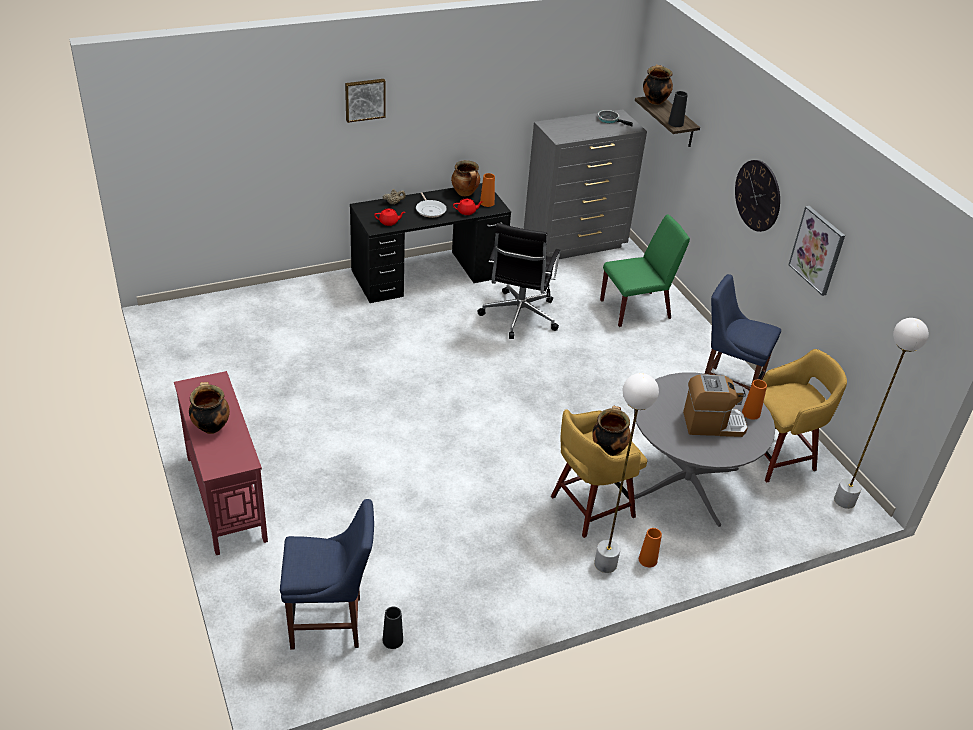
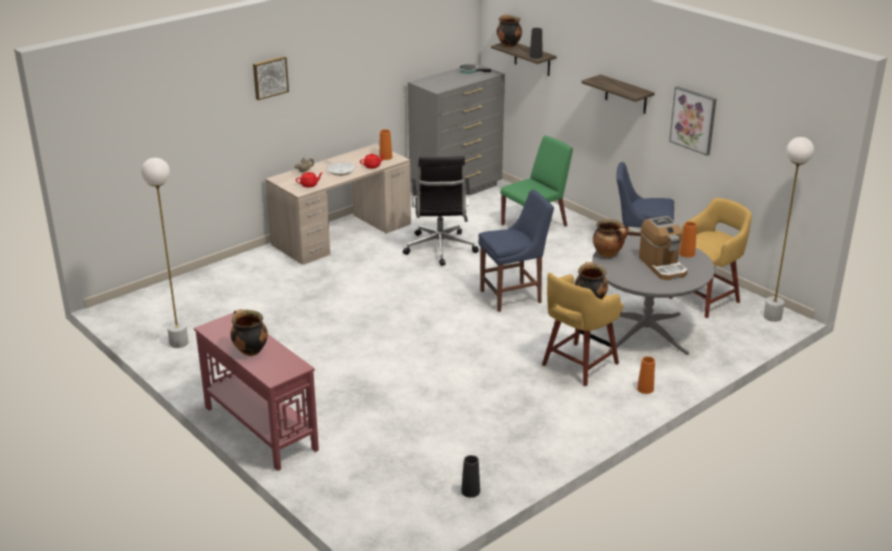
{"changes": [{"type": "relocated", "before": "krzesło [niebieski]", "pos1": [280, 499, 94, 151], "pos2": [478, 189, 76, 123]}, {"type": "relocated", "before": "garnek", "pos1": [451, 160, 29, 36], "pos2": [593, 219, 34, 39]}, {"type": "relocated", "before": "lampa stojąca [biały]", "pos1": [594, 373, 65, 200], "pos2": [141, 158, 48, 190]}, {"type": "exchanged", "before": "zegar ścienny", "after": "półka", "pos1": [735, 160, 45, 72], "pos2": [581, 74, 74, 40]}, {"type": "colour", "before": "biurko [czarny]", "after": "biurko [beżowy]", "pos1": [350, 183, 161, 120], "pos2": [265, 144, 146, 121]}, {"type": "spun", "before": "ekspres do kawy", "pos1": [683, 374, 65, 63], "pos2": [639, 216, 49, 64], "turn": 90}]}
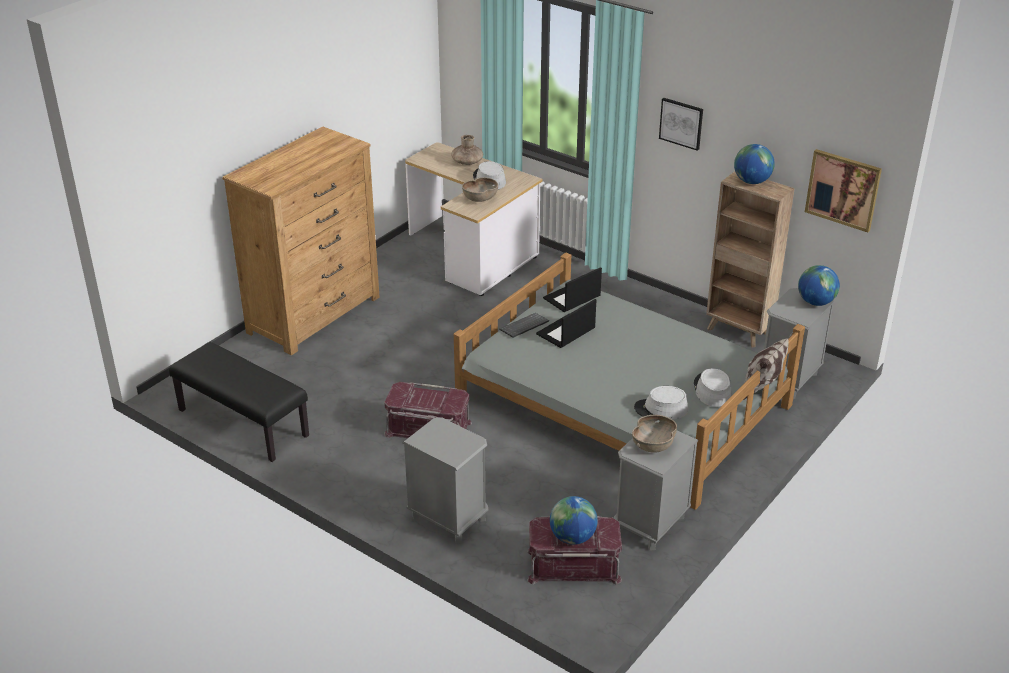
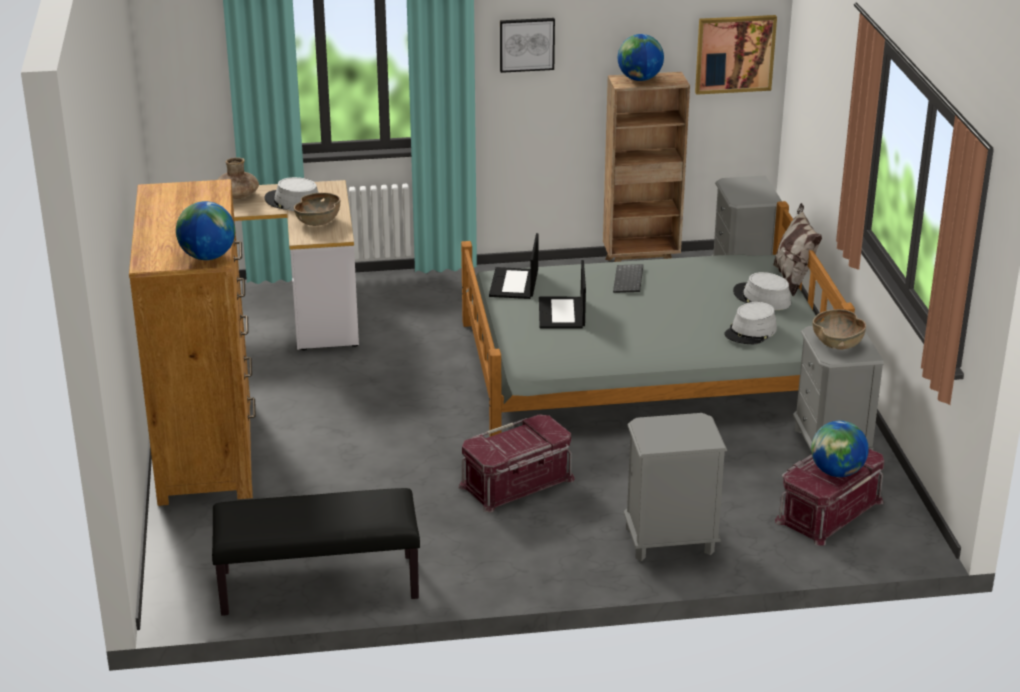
{"changes": [{"type": "relocated", "before": "klawiatura", "pos1": [500, 313, 49, 25], "pos2": [613, 264, 30, 29]}, {"type": "relocated", "before": "globus", "pos1": [798, 265, 42, 41], "pos2": [176, 201, 59, 59]}]}
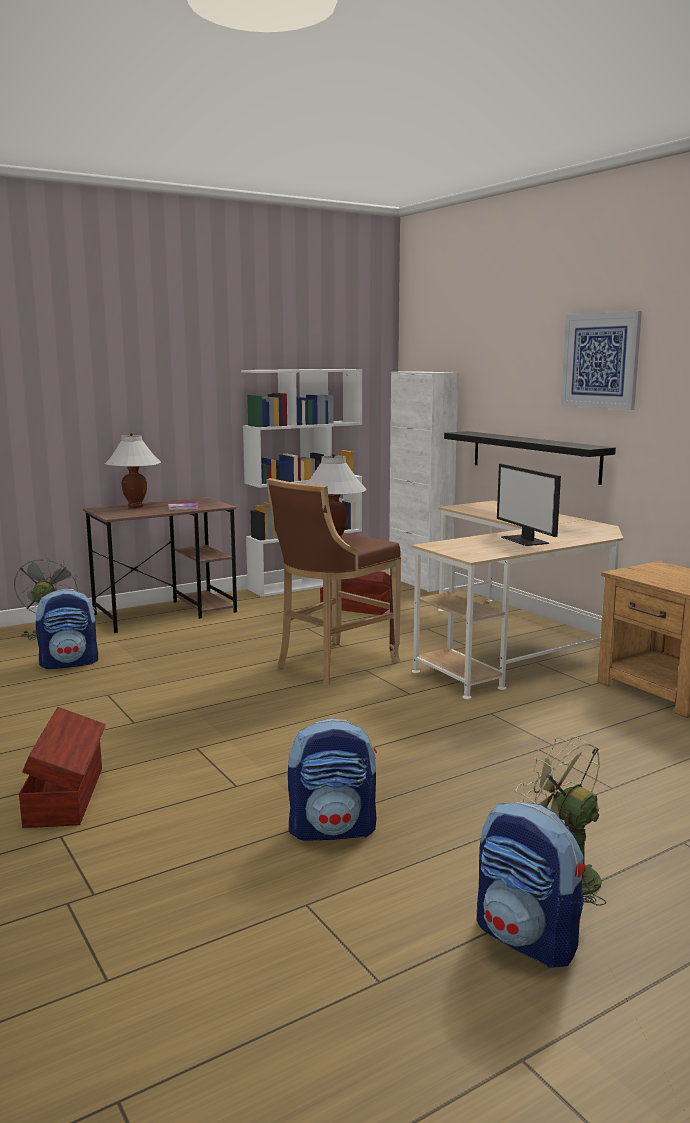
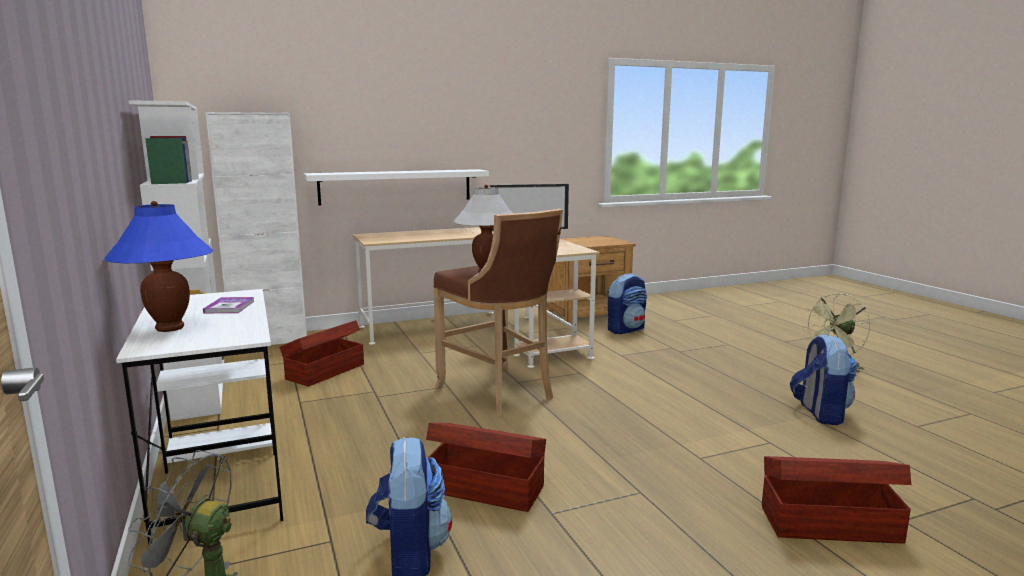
{"changes": [{"type": "missing", "before": "obraz", "pos1": [561, 311, 81, 99]}, {"type": "appeared", "after": "pojemnik do przechowywania [brązowy]", "pos2": [426, 423, 120, 89]}, {"type": "relocated", "before": "plecak", "pos1": [477, 802, 108, 166], "pos2": [608, 273, 39, 61]}, {"type": "colour", "before": "biurko [brązowy]", "after": "biurko [biały]", "pos1": [83, 497, 154, 136], "pos2": [116, 289, 167, 255]}, {"type": "colour", "before": "lampa stołowa [biały]", "after": "lampa stołowa [niebieski]", "pos1": [105, 433, 56, 75], "pos2": [104, 201, 109, 131]}, {"type": "colour", "before": "półka [czarny]", "after": "półka [biały]", "pos1": [444, 431, 172, 54], "pos2": [304, 169, 185, 37]}]}
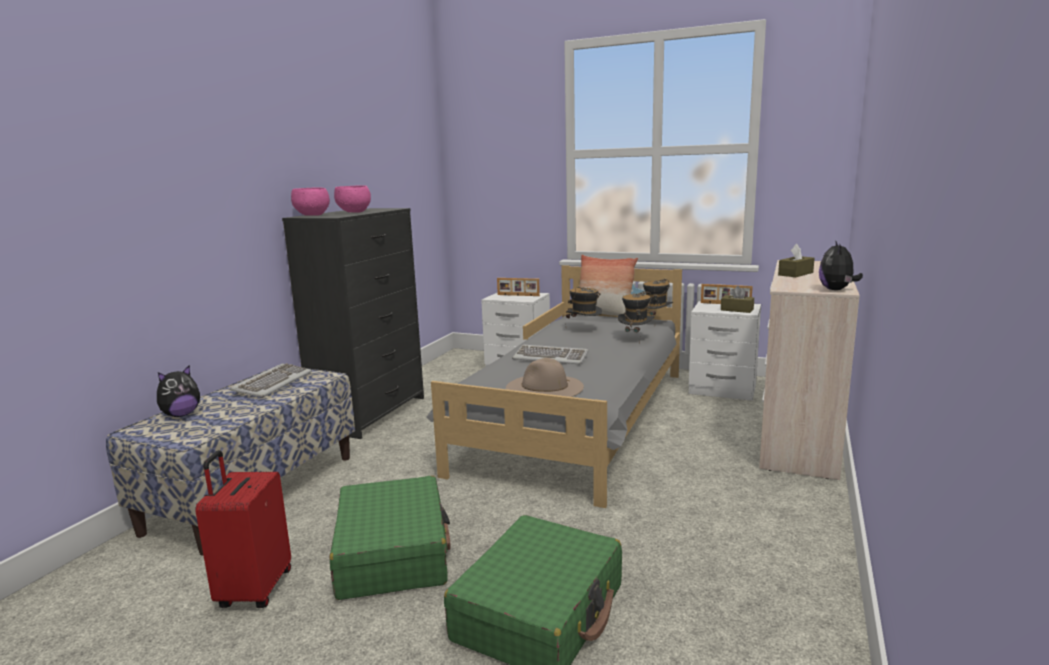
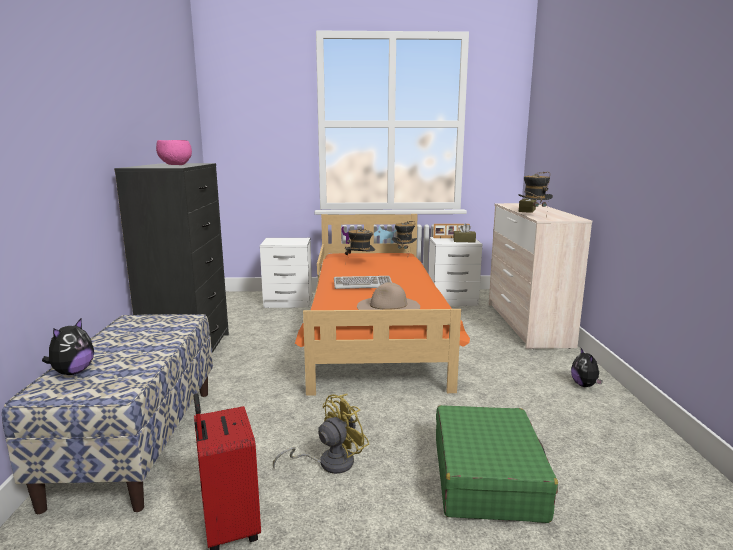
{"changes": [{"type": "missing", "before": "klawiatura", "pos1": [230, 363, 82, 34]}, {"type": "missing", "before": "miska [różowy]", "pos1": [291, 187, 39, 29]}, {"type": "missing", "before": "ramka na zdjęcie", "pos1": [497, 278, 43, 18]}, {"type": "missing", "before": "poduszka", "pos1": [580, 255, 58, 61]}, {"type": "relocated", "before": "kapelusz", "pos1": [617, 291, 38, 54], "pos2": [518, 172, 35, 46]}, {"type": "relocated", "before": "pluszak", "pos1": [819, 240, 44, 50], "pos2": [571, 348, 32, 39]}, {"type": "exchanged", "before": "walizka [zielony]", "after": "wentylator [żółty]", "pos1": [330, 476, 120, 124], "pos2": [273, 394, 96, 80]}, {"type": "colour", "before": "łóżko [szary]", "after": "łóżko [pomarańczowy]", "pos1": [426, 265, 256, 243], "pos2": [295, 214, 175, 182]}]}
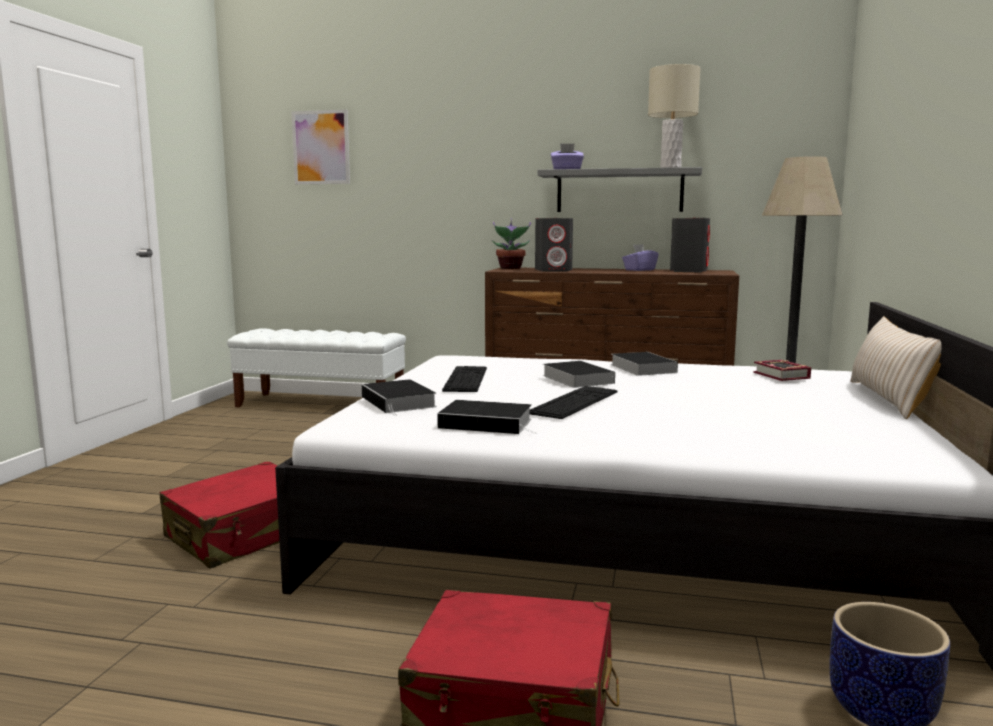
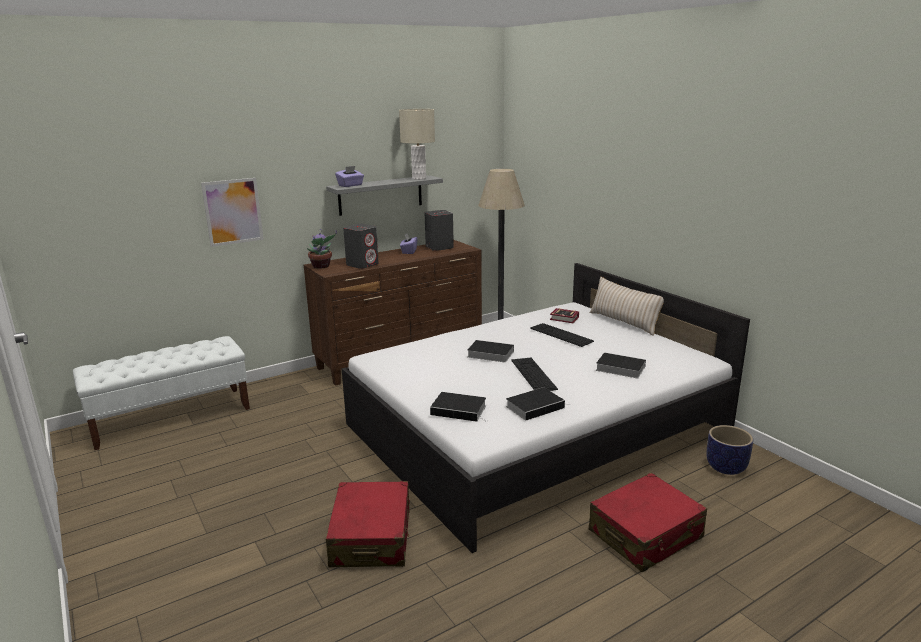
{"changes": [{"type": "relocated", "before": "obraz", "pos1": [292, 110, 58, 74], "pos2": [201, 178, 62, 69]}, {"type": "relocated", "before": "klawiatura", "pos1": [442, 366, 45, 26], "pos2": [530, 323, 64, 24]}, {"type": "relocated", "before": "książka", "pos1": [611, 352, 67, 24], "pos2": [596, 352, 50, 26]}]}
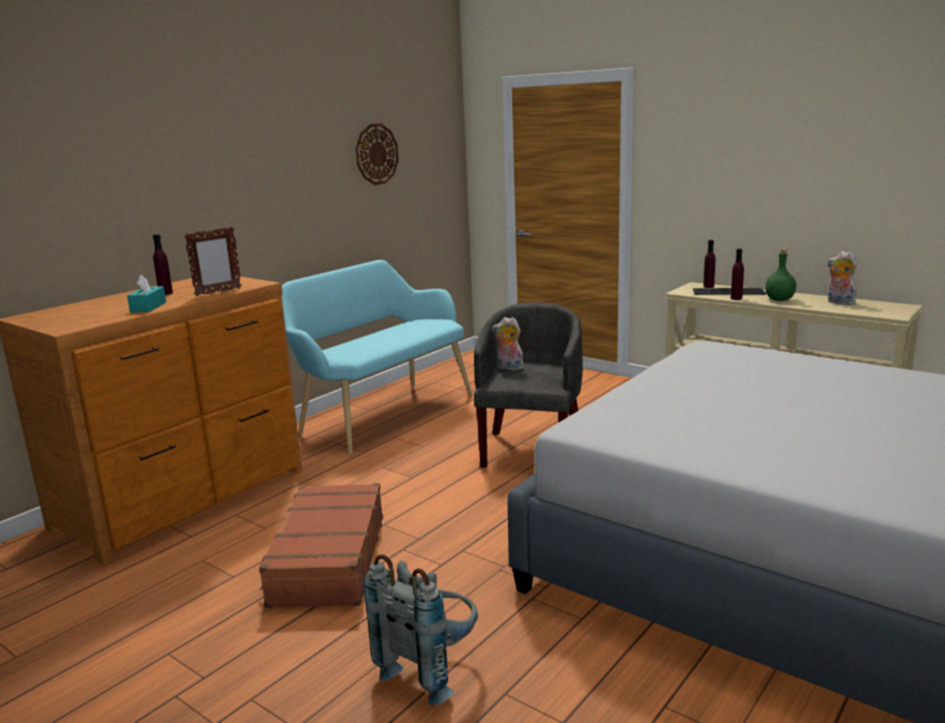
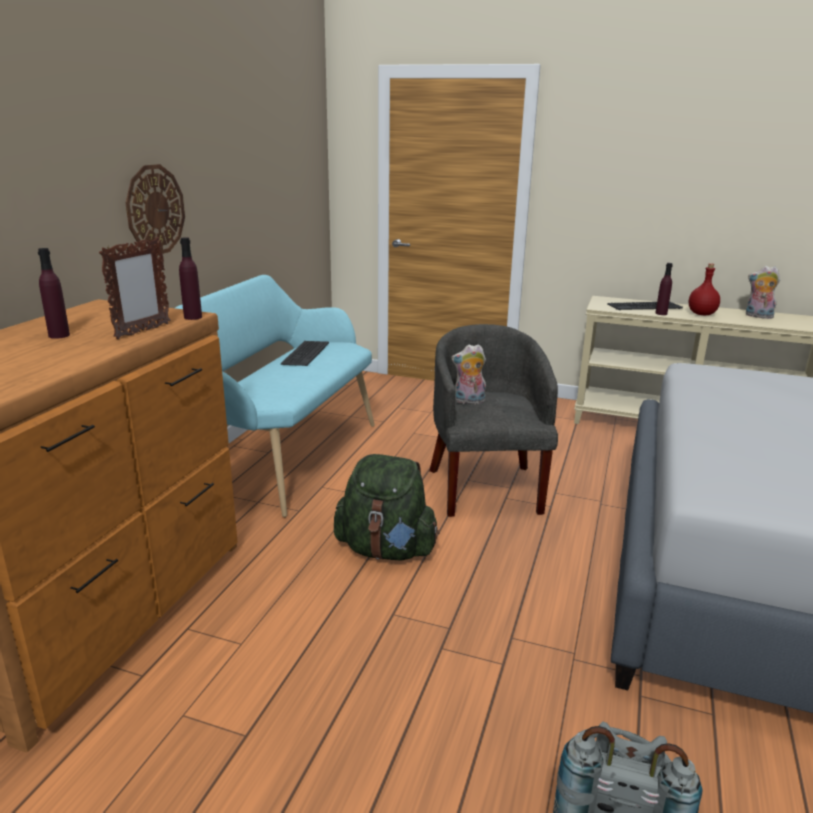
{"changes": [{"type": "missing", "before": "pudełko chusteczek [turkusowy]", "pos1": [127, 275, 39, 37]}, {"type": "missing", "before": "walizka [brązowy]", "pos1": [259, 483, 124, 125]}, {"type": "appeared", "after": "klawiatura", "pos2": [281, 341, 48, 25]}, {"type": "appeared", "after": "plecak [zielony]", "pos2": [334, 454, 105, 107]}, {"type": "relocated", "before": "zegar ścienny", "pos1": [356, 124, 43, 61], "pos2": [126, 164, 59, 90]}, {"type": "relocated", "before": "butelka [fioletowy]", "pos1": [703, 240, 12, 48], "pos2": [179, 237, 23, 83]}, {"type": "colour", "before": "butelka [zielony]", "after": "butelka [czerwony]", "pos1": [765, 249, 31, 52], "pos2": [688, 263, 32, 52]}]}
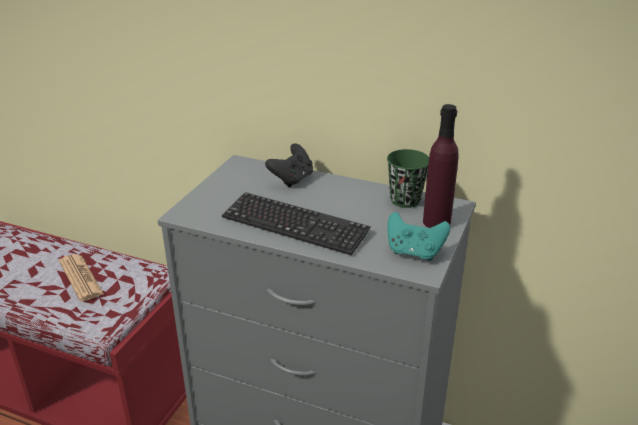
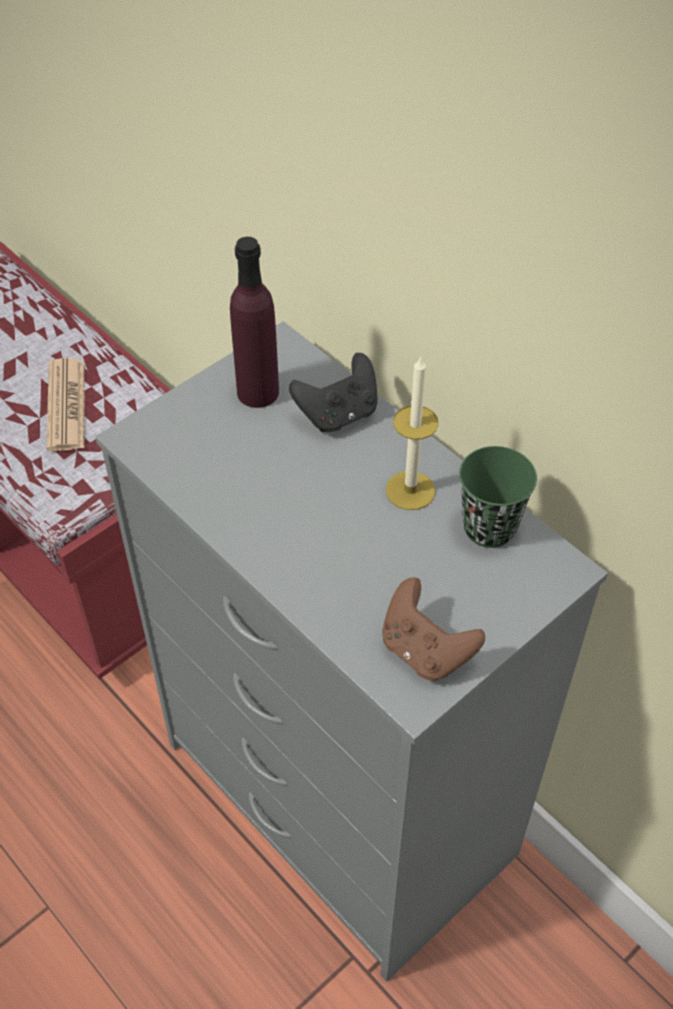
{"changes": [{"type": "missing", "before": "klawiatura", "pos1": [222, 192, 149, 63]}, {"type": "appeared", "after": "świeca", "pos2": [386, 357, 53, 153]}, {"type": "relocated", "before": "butelka [fioletowy]", "pos1": [423, 104, 36, 124], "pos2": [230, 237, 49, 171]}, {"type": "colour", "before": "pad do gier [turkusowy]", "after": "pad do gier [brązowy]", "pos1": [388, 212, 62, 49], "pos2": [382, 577, 103, 104]}]}
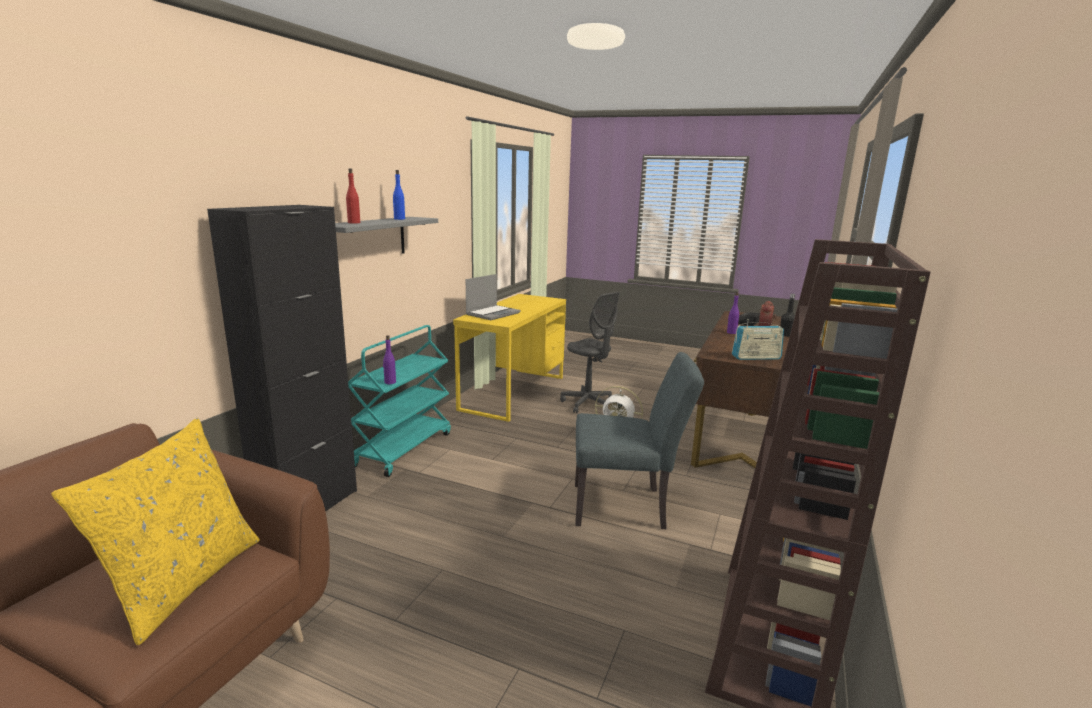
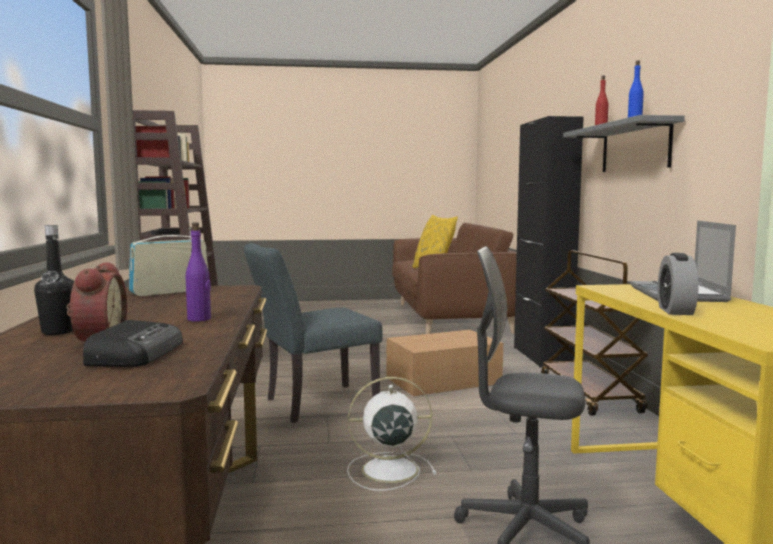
{"changes": [{"type": "missing", "before": "butelka [fioletowy]", "pos1": [383, 335, 13, 49]}, {"type": "appeared", "after": "karton", "pos2": [386, 330, 117, 66]}, {"type": "appeared", "after": "budzik", "pos2": [658, 253, 41, 62]}, {"type": "colour", "before": "wózek [turkusowy]", "after": "wózek [brązowy]", "pos1": [348, 325, 103, 152], "pos2": [541, 250, 107, 166]}]}
